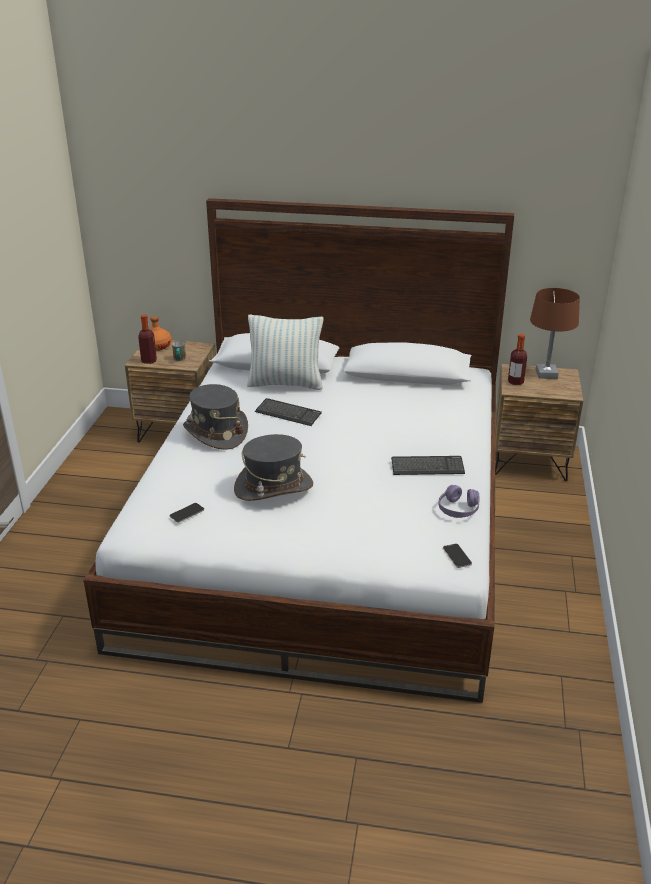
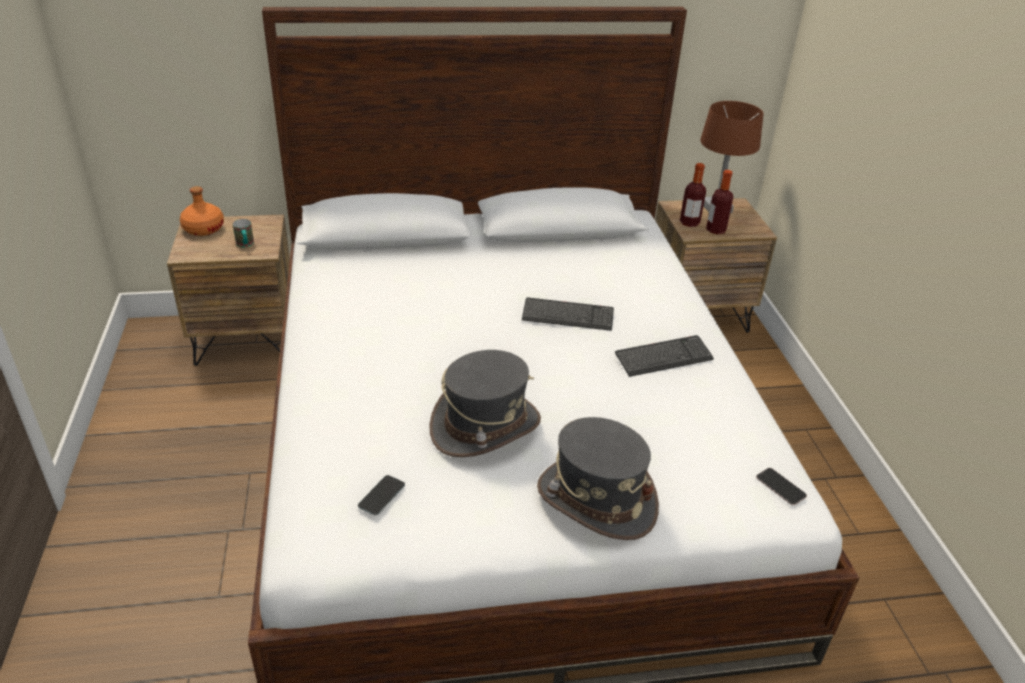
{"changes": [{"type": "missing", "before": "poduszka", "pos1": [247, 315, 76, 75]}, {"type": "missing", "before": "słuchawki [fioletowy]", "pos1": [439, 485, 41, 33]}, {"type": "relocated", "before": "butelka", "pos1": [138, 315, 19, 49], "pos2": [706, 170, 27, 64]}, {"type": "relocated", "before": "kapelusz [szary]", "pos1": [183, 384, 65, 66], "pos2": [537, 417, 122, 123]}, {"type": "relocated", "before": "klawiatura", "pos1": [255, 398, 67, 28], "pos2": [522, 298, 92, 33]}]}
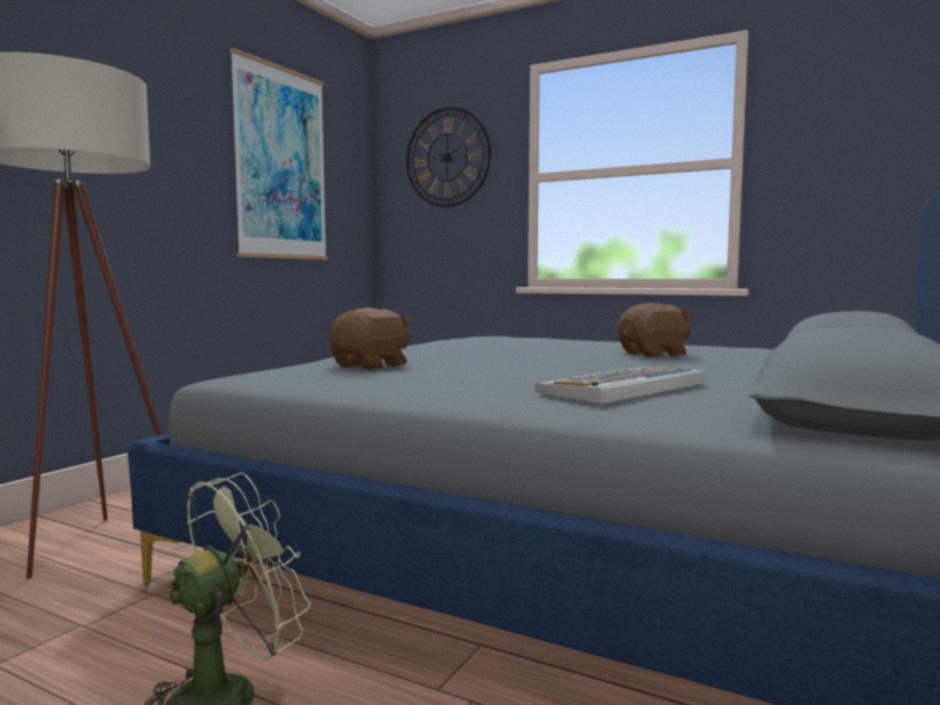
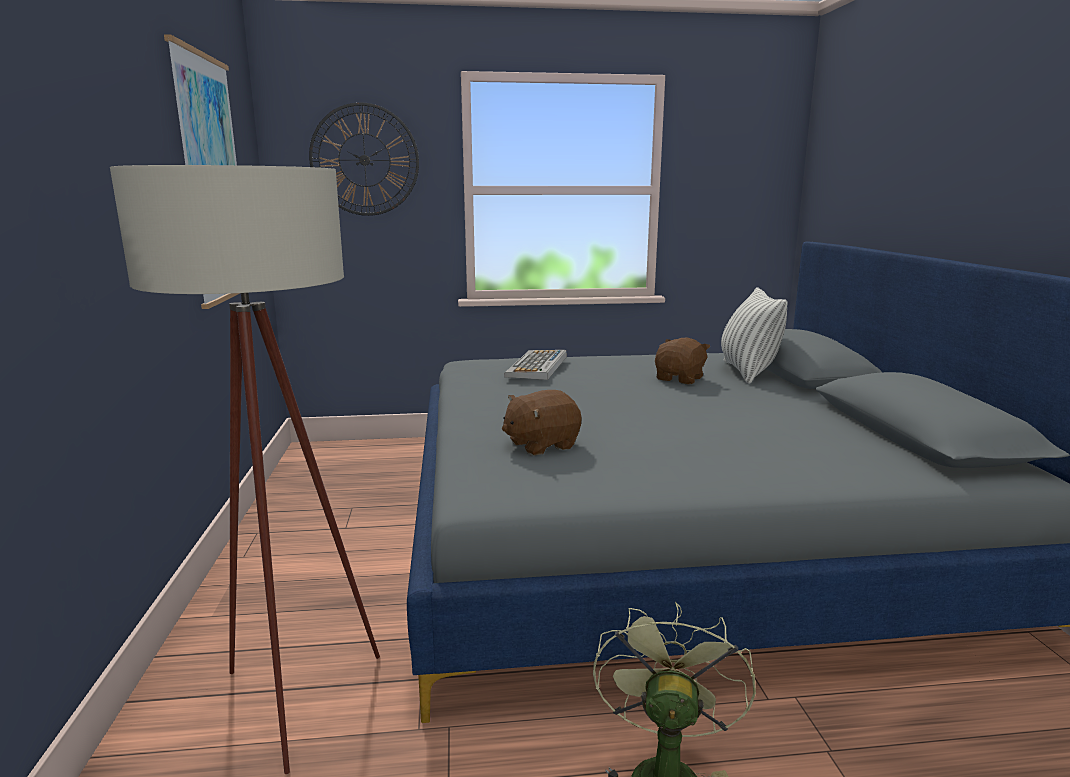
{"changes": [{"type": "appeared", "after": "poduszka", "pos2": [721, 287, 67, 97]}, {"type": "relocated", "before": "klawiatura", "pos1": [535, 367, 170, 37], "pos2": [504, 350, 63, 30]}, {"type": "spun", "before": "pluszak [brązowy]", "pos1": [329, 308, 82, 62], "pos2": [502, 390, 80, 65], "turn": -120}]}
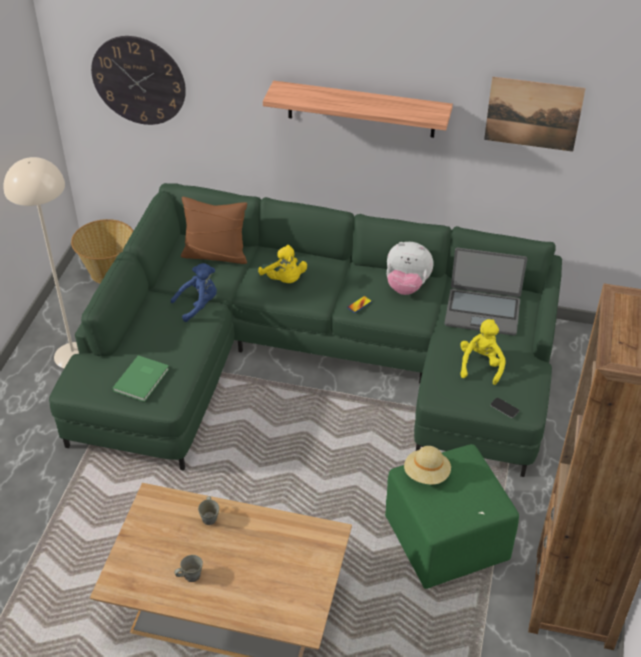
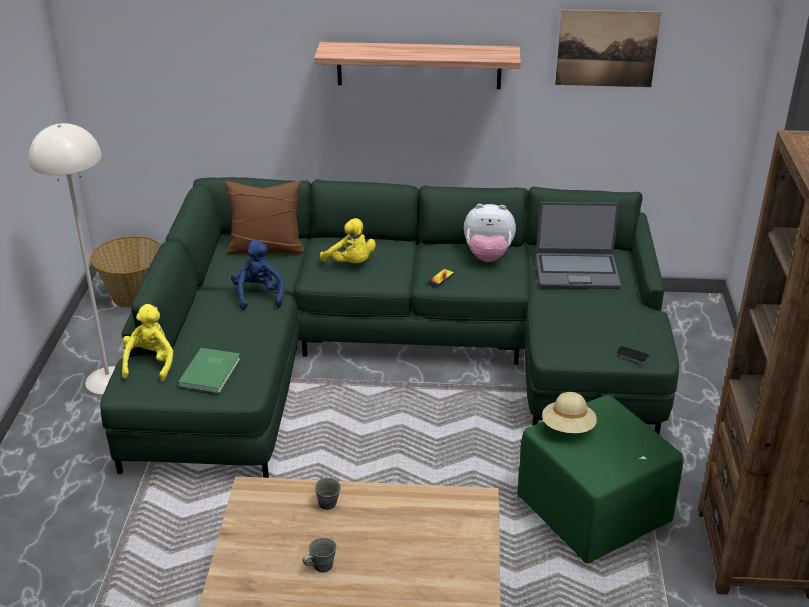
{"changes": [{"type": "missing", "before": "zegar ścienny", "pos1": [91, 36, 95, 89]}, {"type": "relocated", "before": "pluszak [żółty]", "pos1": [460, 319, 46, 66], "pos2": [122, 304, 51, 78]}, {"type": "spun", "before": "pluszak [niebieski]", "pos1": [171, 263, 46, 59], "pos2": [231, 240, 53, 70], "turn": -60}]}
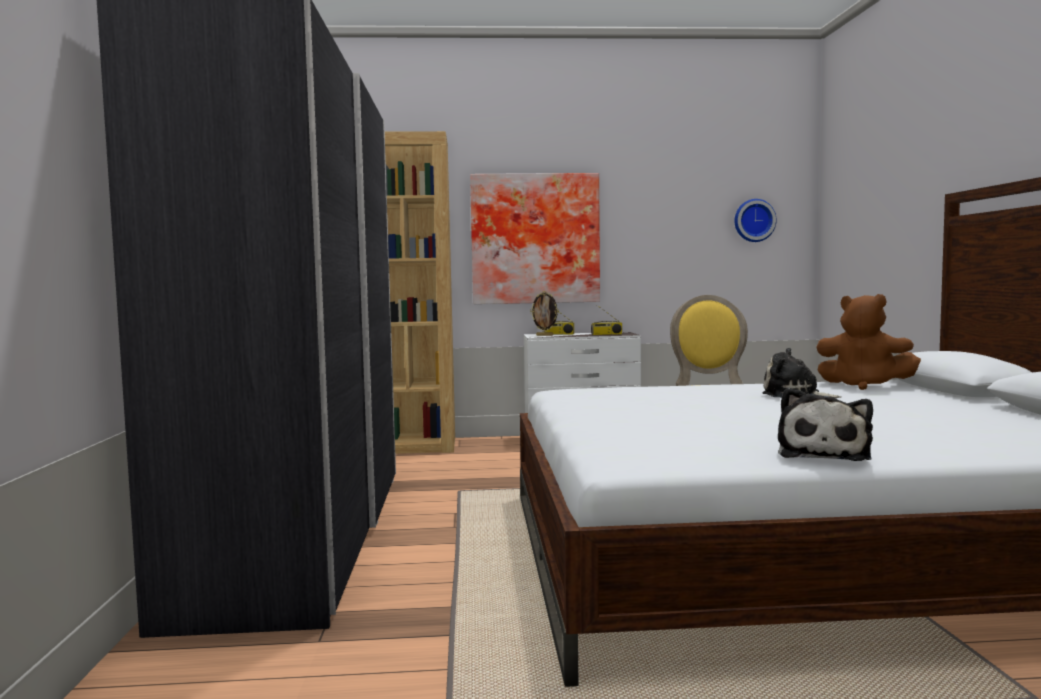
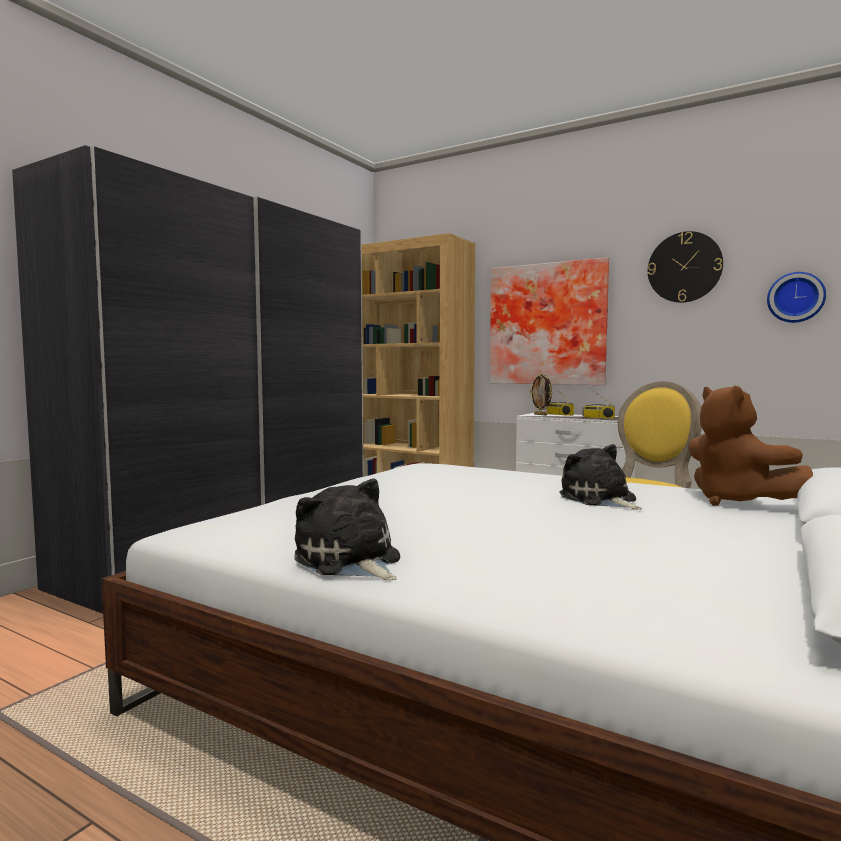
{"changes": [{"type": "appeared", "after": "zegar ścienny", "pos2": [648, 231, 75, 72]}, {"type": "spun", "before": "pluszak", "pos1": [778, 388, 95, 73], "pos2": [294, 478, 106, 102], "turn": 90}]}
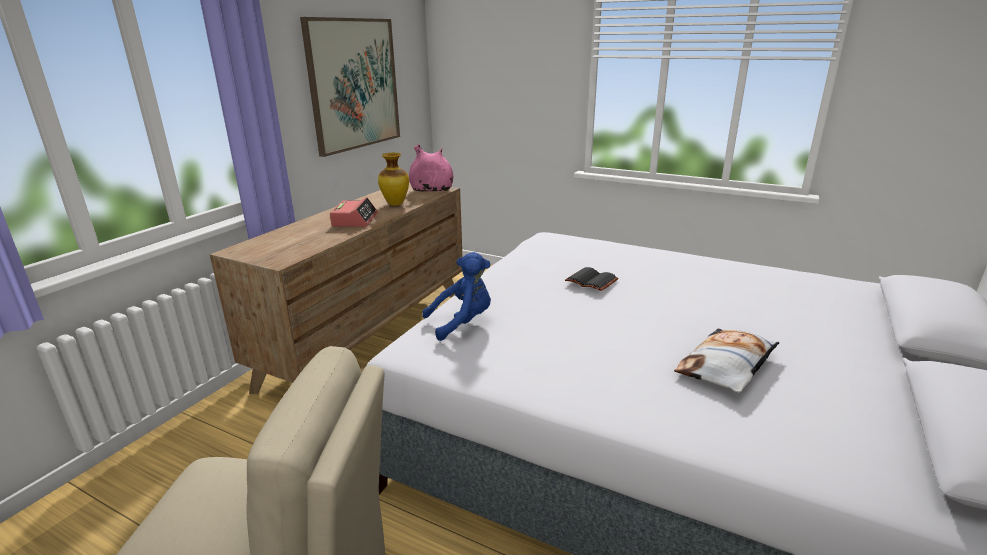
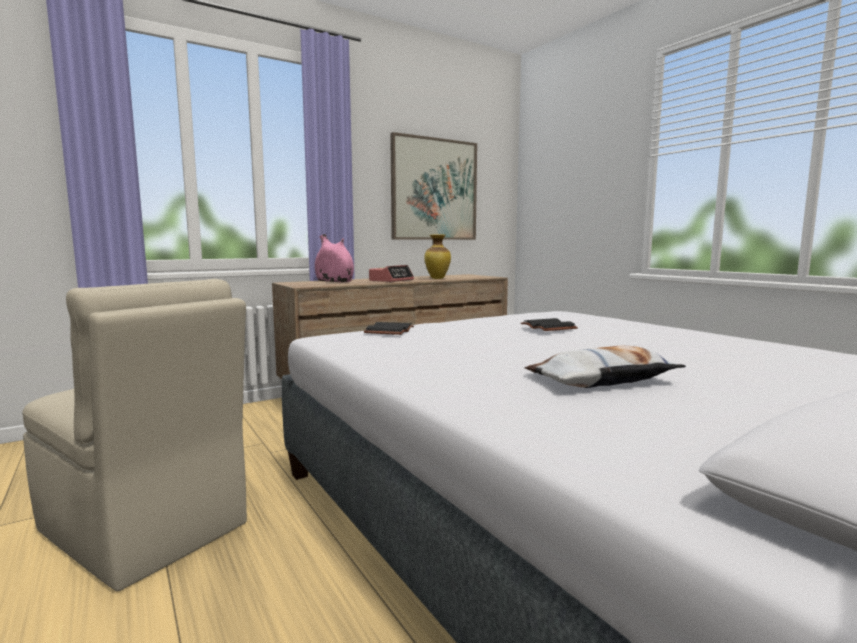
{"changes": [{"type": "relocated", "before": "wazon [różowy]", "pos1": [409, 144, 44, 47], "pos2": [315, 234, 39, 48]}, {"type": "exchanged", "before": "pluszak [niebieski]", "after": "książka [czarny]", "pos1": [422, 252, 69, 89], "pos2": [364, 322, 50, 13]}]}
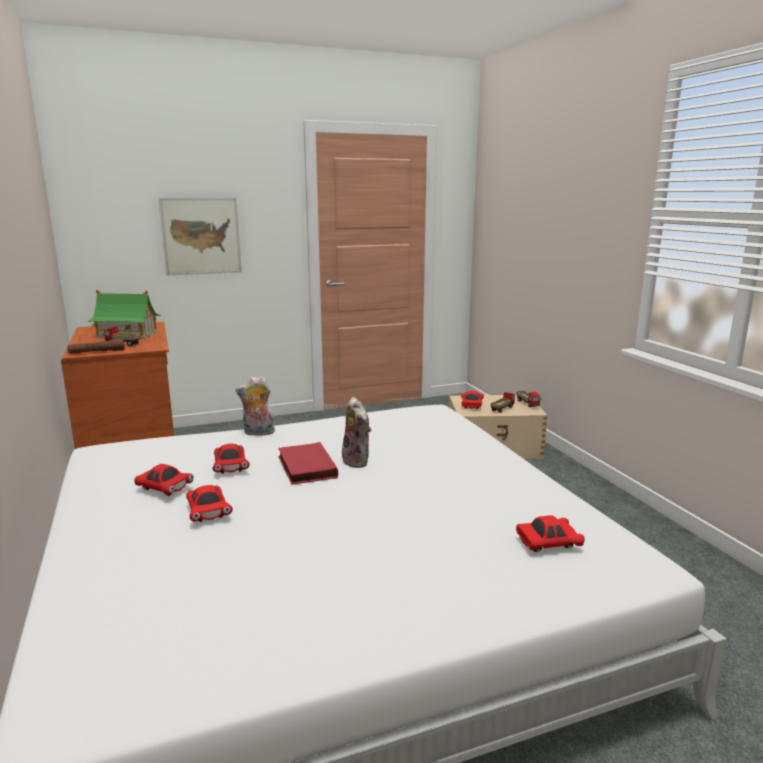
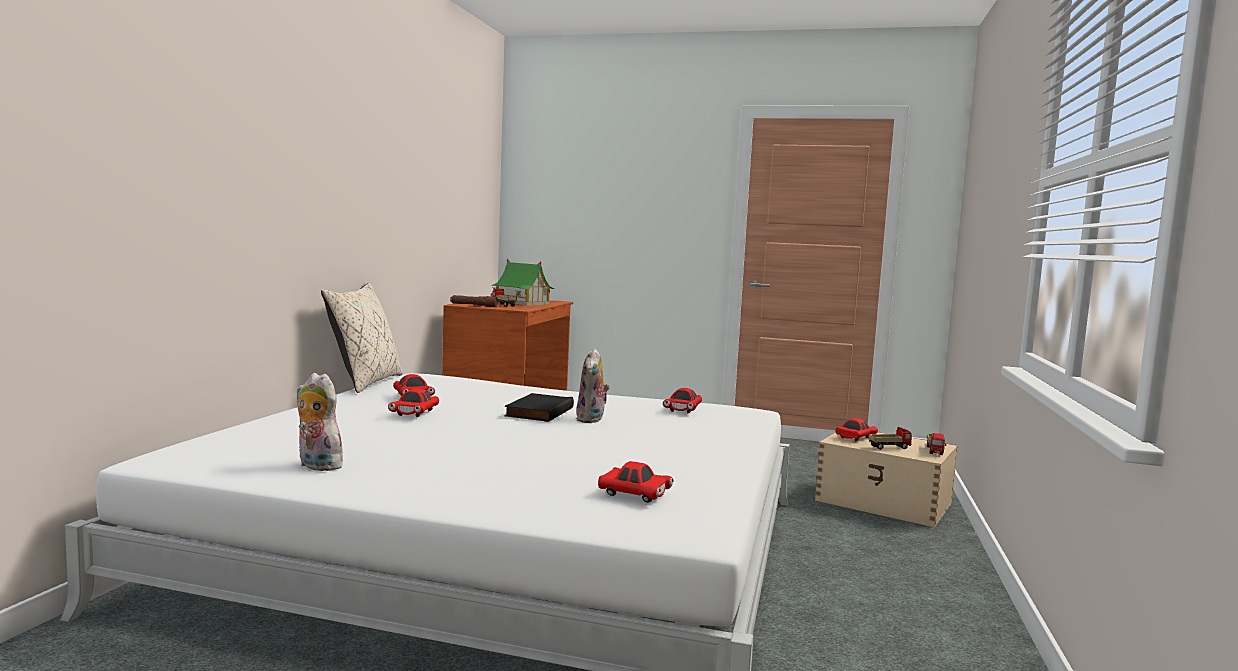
{"changes": [{"type": "missing", "before": "obraz", "pos1": [158, 198, 84, 78]}, {"type": "appeared", "after": "poduszka [beżowy]", "pos2": [321, 283, 82, 110]}, {"type": "relocated", "before": "samochodzik [czerwony]", "pos1": [213, 444, 37, 30], "pos2": [663, 388, 39, 26]}, {"type": "relocated", "before": "pluszak", "pos1": [236, 376, 40, 60], "pos2": [297, 373, 51, 98]}, {"type": "colour", "before": "książka [czerwony]", "after": "książka [czarny]", "pos1": [278, 442, 60, 43], "pos2": [504, 393, 70, 29]}]}
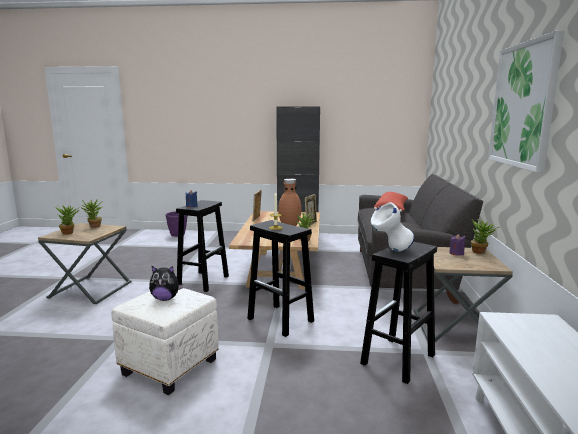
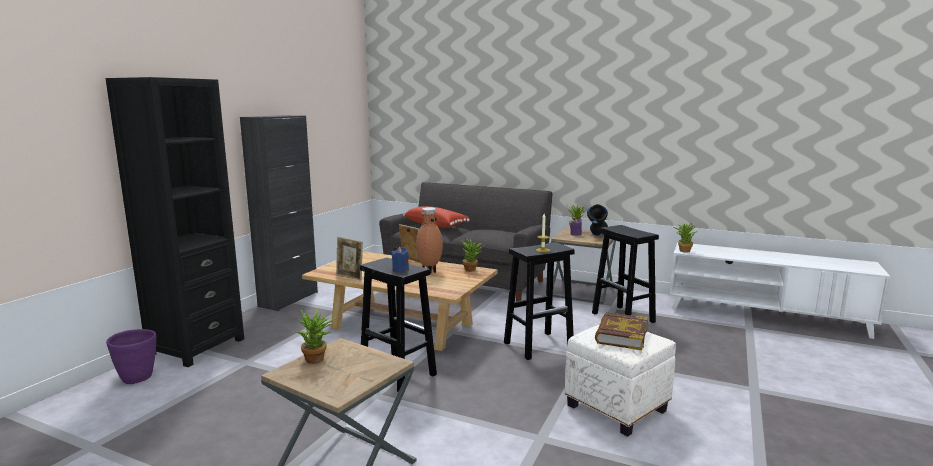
{"changes": [{"type": "missing", "before": "wazon [biały]", "pos1": [371, 202, 43, 50]}, {"type": "missing", "before": "obraz", "pos1": [488, 30, 76, 143]}, {"type": "appeared", "after": "regał [czarny]", "pos2": [106, 77, 138, 290]}, {"type": "appeared", "after": "wazon [czarny]", "pos2": [587, 204, 21, 32]}, {"type": "relocated", "before": "roślina doniczkowa", "pos1": [56, 205, 23, 30], "pos2": [674, 222, 23, 30]}, {"type": "exchanged", "before": "pluszak", "after": "książka", "pos1": [149, 266, 34, 35], "pos2": [595, 312, 53, 39]}]}
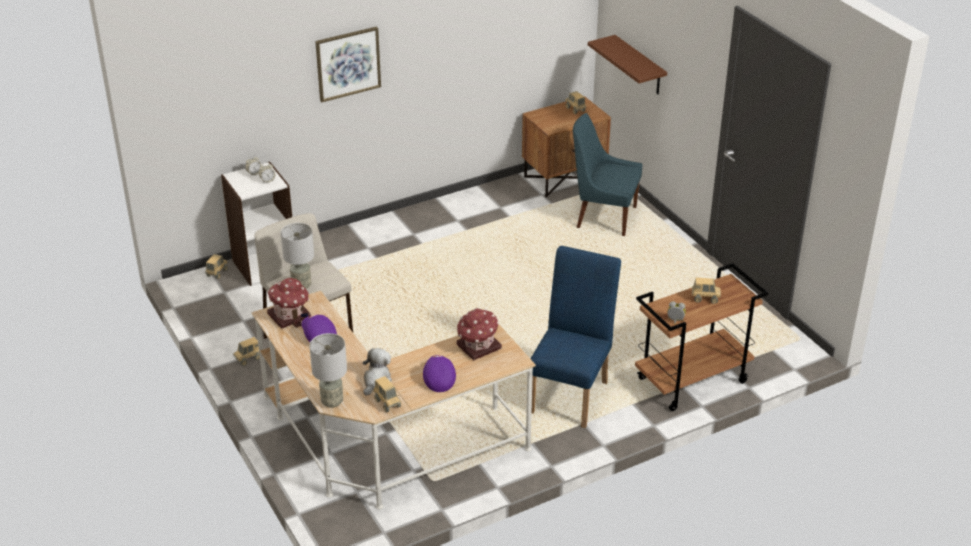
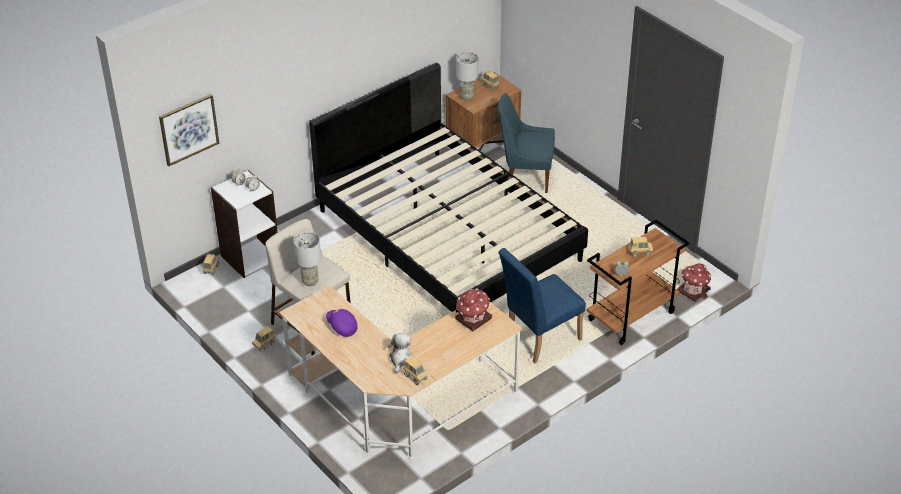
{"changes": [{"type": "missing", "before": "czapka z daszkiem [fioletowy]", "pos1": [423, 355, 33, 37]}, {"type": "missing", "before": "półka [brązowy]", "pos1": [588, 35, 79, 59]}, {"type": "appeared", "after": "łóżko [czarny]", "pos2": [309, 63, 279, 249]}, {"type": "relocated", "before": "domek", "pos1": [267, 278, 44, 51], "pos2": [677, 263, 34, 39]}, {"type": "relocated", "before": "lampa stołowa [szary]", "pos1": [309, 333, 38, 75], "pos2": [456, 52, 22, 49]}, {"type": "relocated", "before": "obraz", "pos1": [315, 26, 66, 76], "pos2": [159, 94, 60, 72]}, {"type": "spun", "before": "krzesło [niebieski]", "pos1": [531, 246, 90, 182], "pos2": [498, 248, 88, 115], "turn": -135}]}
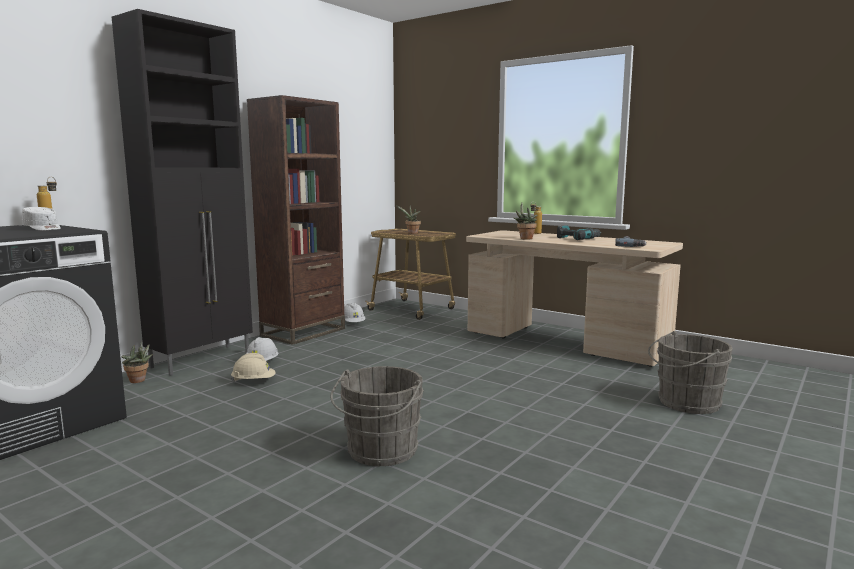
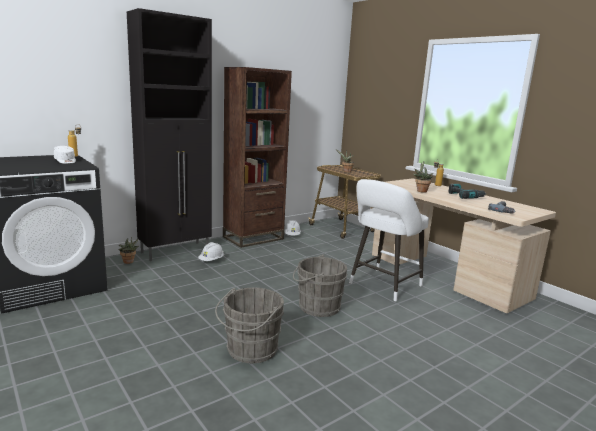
{"changes": [{"type": "missing", "before": "kask [beżowy]", "pos1": [230, 353, 46, 29]}, {"type": "appeared", "after": "stołek [biały]", "pos2": [349, 179, 80, 123]}, {"type": "relocated", "before": "wiadro [szary]", "pos1": [648, 331, 85, 83], "pos2": [293, 254, 54, 63]}]}
